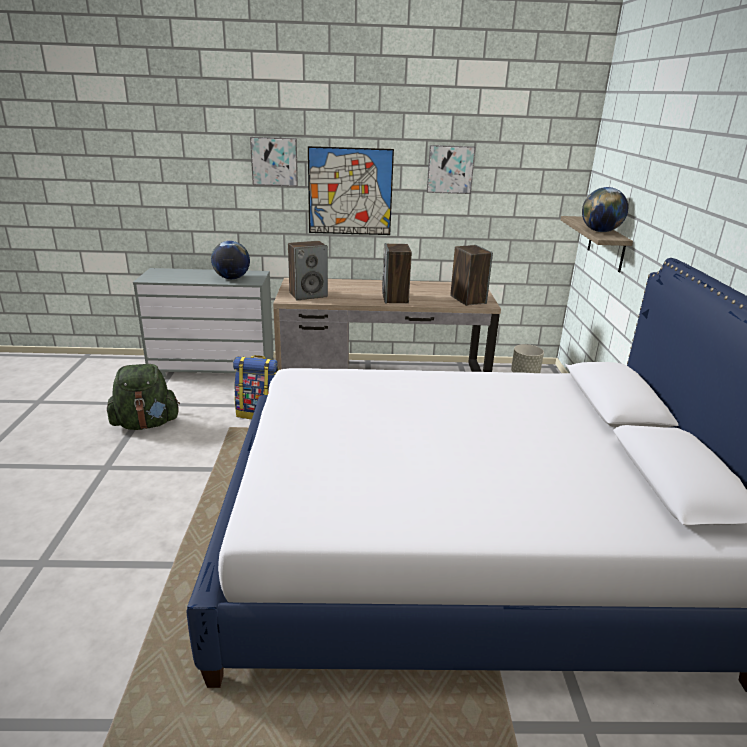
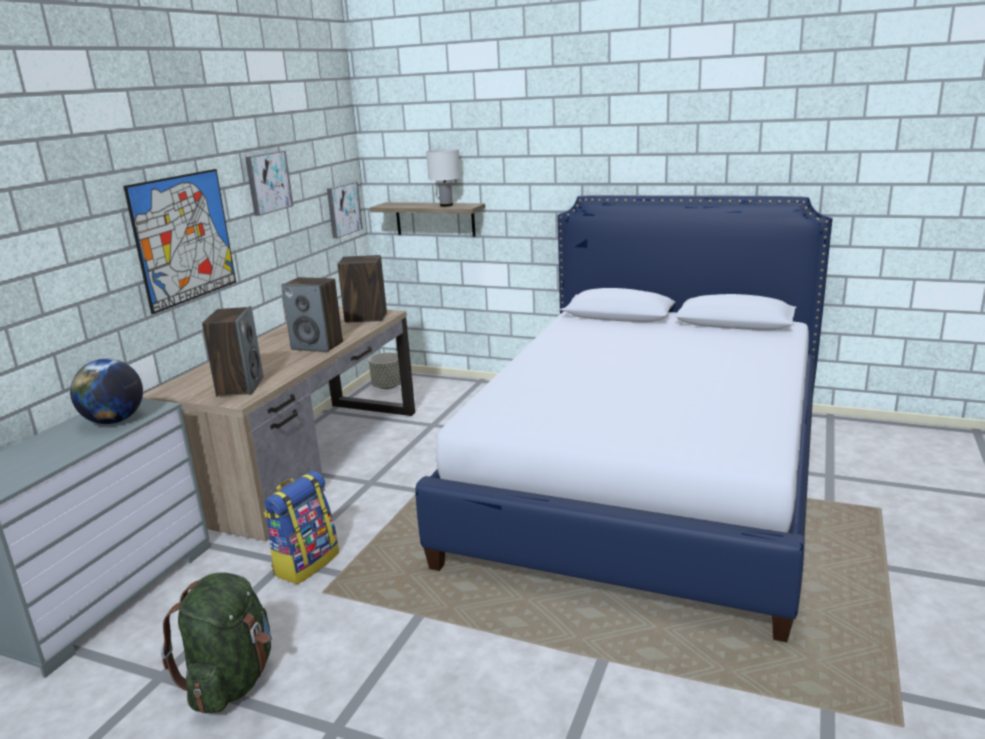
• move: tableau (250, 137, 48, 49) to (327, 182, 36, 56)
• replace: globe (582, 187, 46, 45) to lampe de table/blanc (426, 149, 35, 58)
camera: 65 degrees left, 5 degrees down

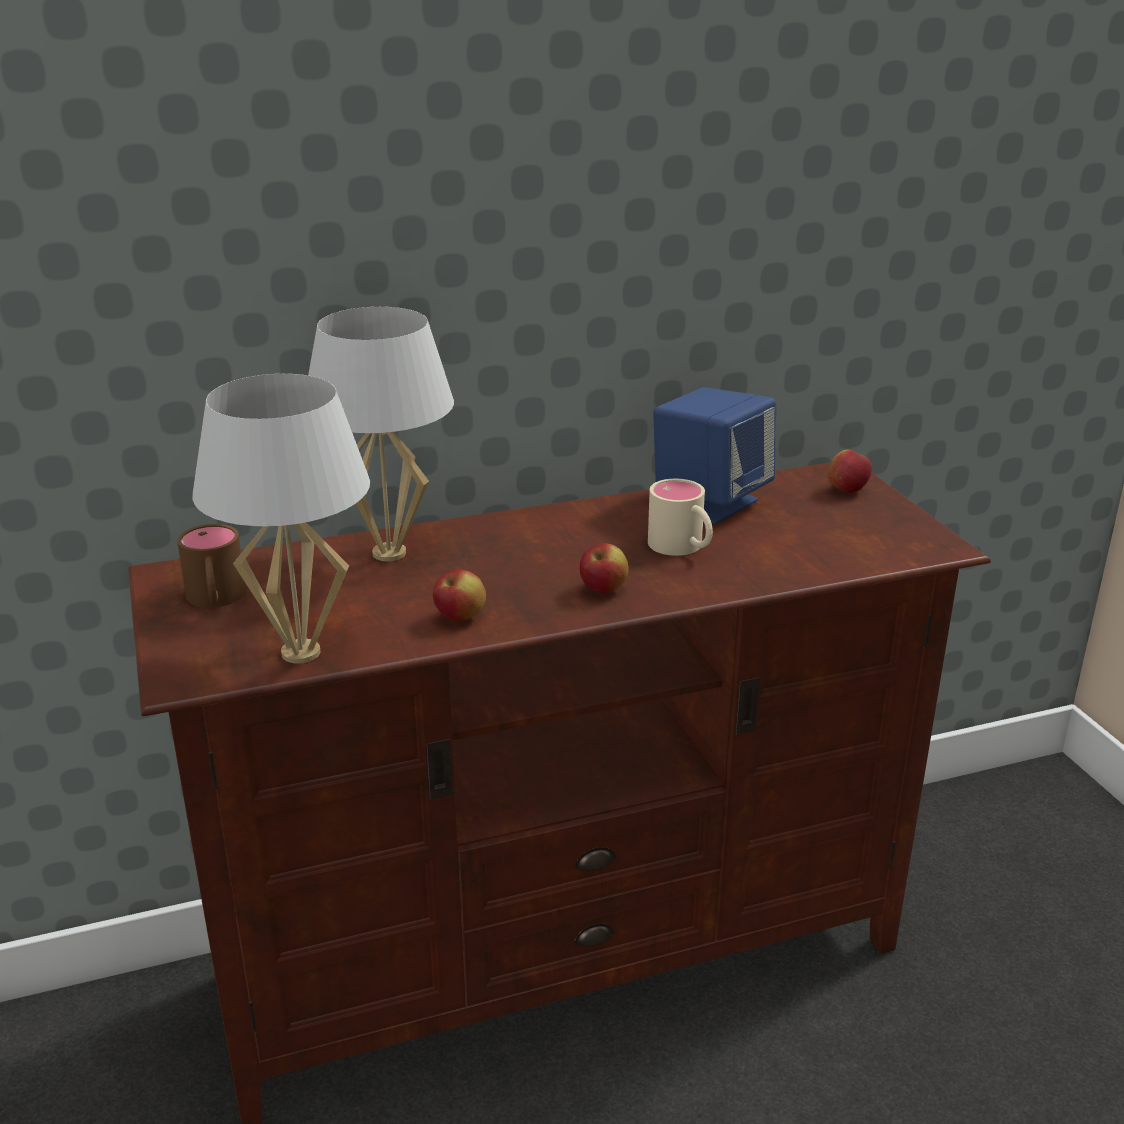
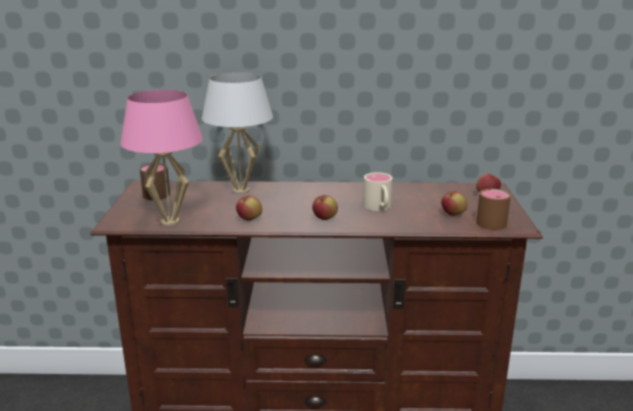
• recolor: lampe de table/blanc (192, 374, 178, 289) to lampe de table/rose (120, 90, 83, 136)
• insert: pomme (441, 191, 26, 25)
• insert: mug/marron (476, 189, 35, 41)
• delete: enceinte/bleu (653, 387, 123, 137)
camera: 20 degrees right, 5 degrees down

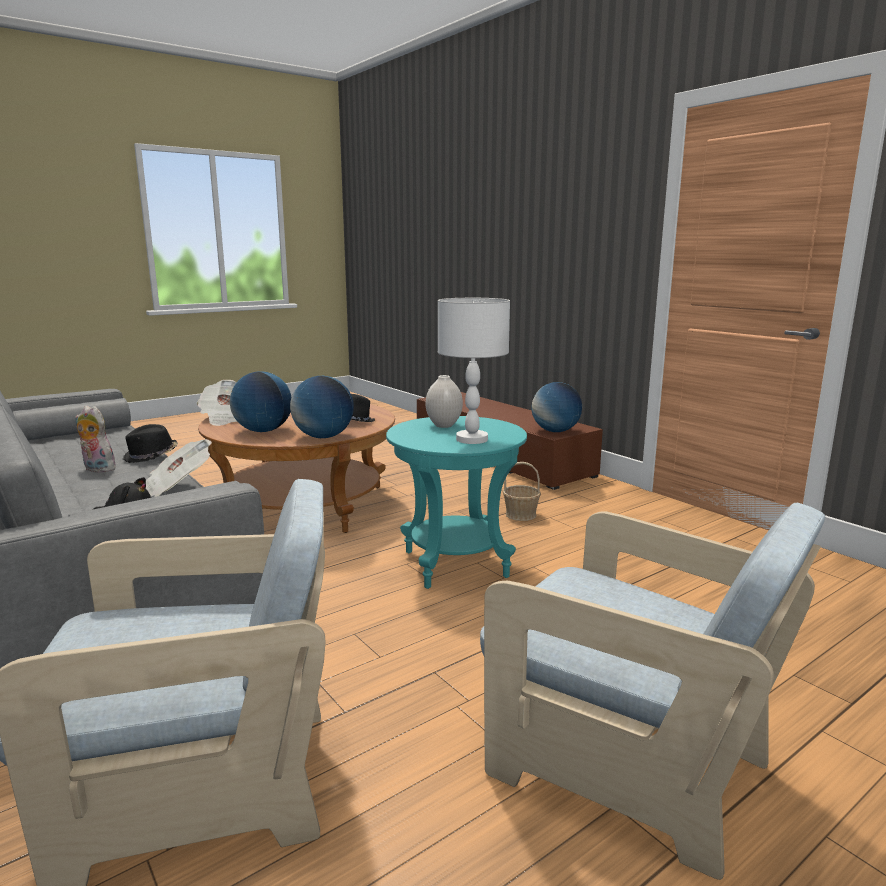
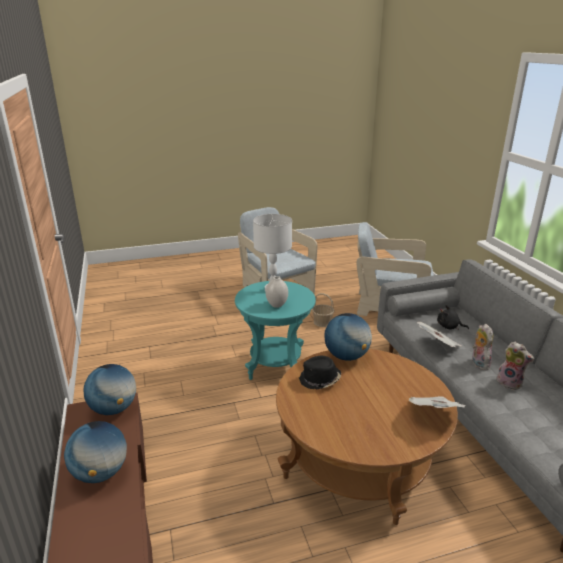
• move: globe (230, 371, 62, 61) to (64, 421, 63, 62)
• move: panier (503, 462, 38, 59) to (312, 293, 22, 34)
• insert: peluche (472, 324, 21, 46)
• delete: chapeau/noir (123, 424, 55, 39)
camera: 160 degrees left, 10 degrees up

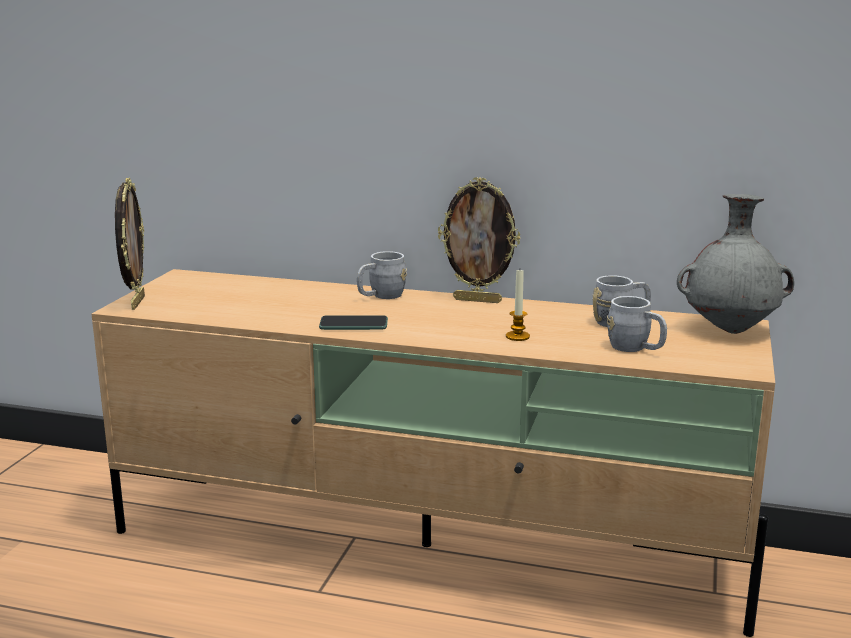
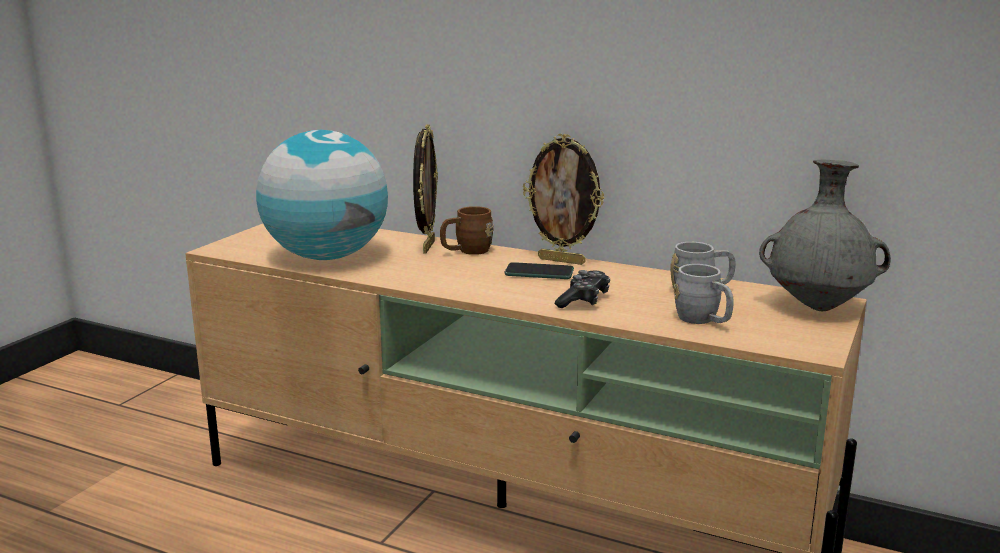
• insert: globe (256, 130, 132, 130)
• move: cadre photo (115, 178, 30, 132) to (413, 124, 25, 130)
• recolor: mug/gris (357, 251, 50, 48) to mug/marron (440, 206, 54, 49)
• move: téléphone (319, 315, 69, 15) to (504, 262, 70, 17)
• replace: bougie (506, 270, 24, 71) to manette (555, 270, 55, 38)
camera: 10 degrees right, 0 degrees up

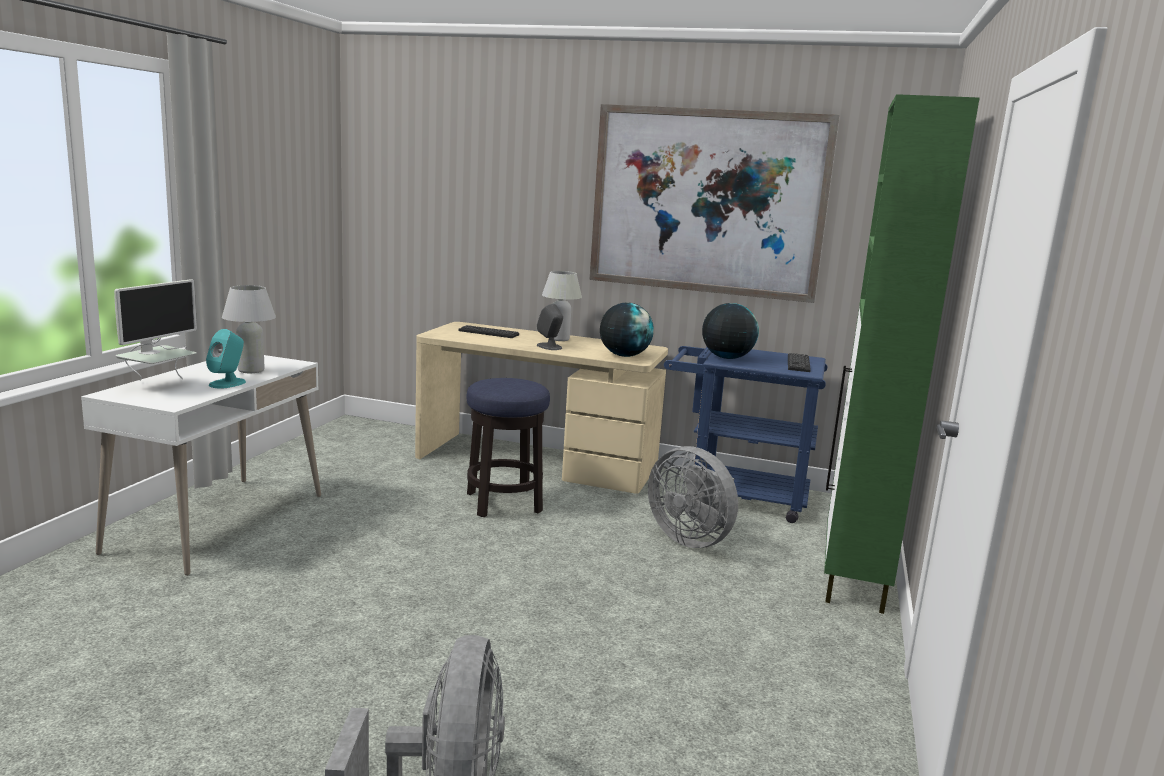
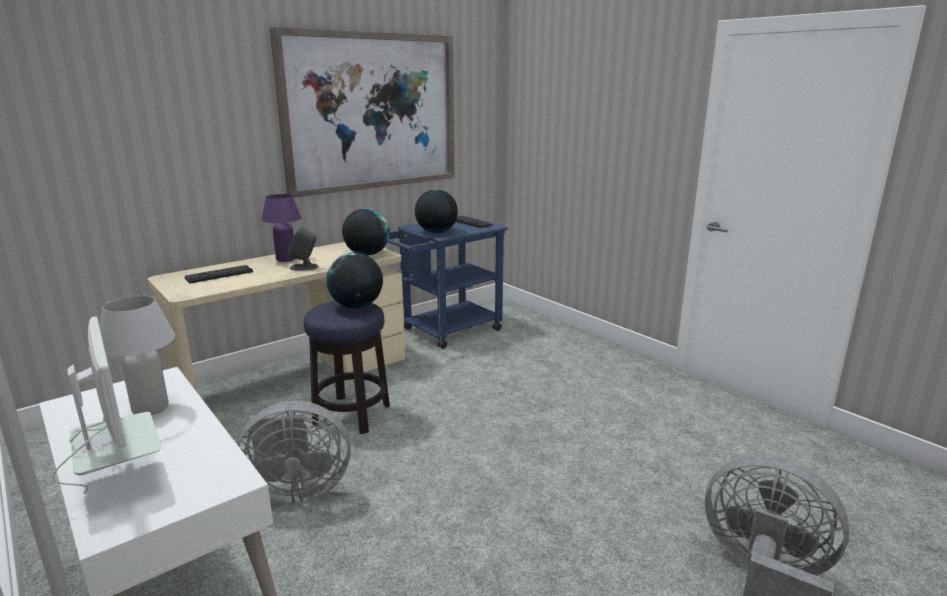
• move: ventilateur/gris (648, 446, 90, 102) to (236, 401, 115, 103)
• recolor: lampe de table/blanc (542, 271, 40, 70) to lampe de table/violet (261, 194, 41, 68)
• insert: globe (326, 253, 57, 55)
• delete: enceinte/turquoise (206, 329, 40, 60)
• delete: meuble de rangement/vert (824, 94, 156, 520)
camera: 55 degrees left, 5 degrees up

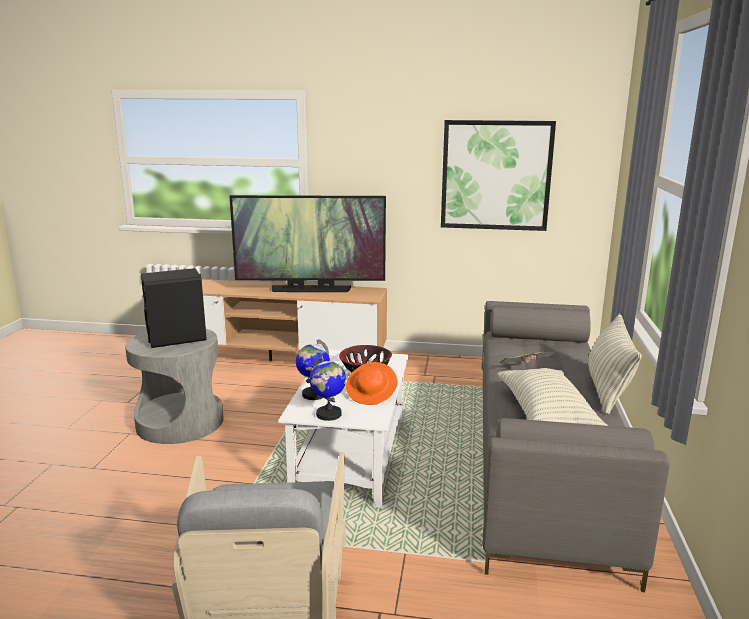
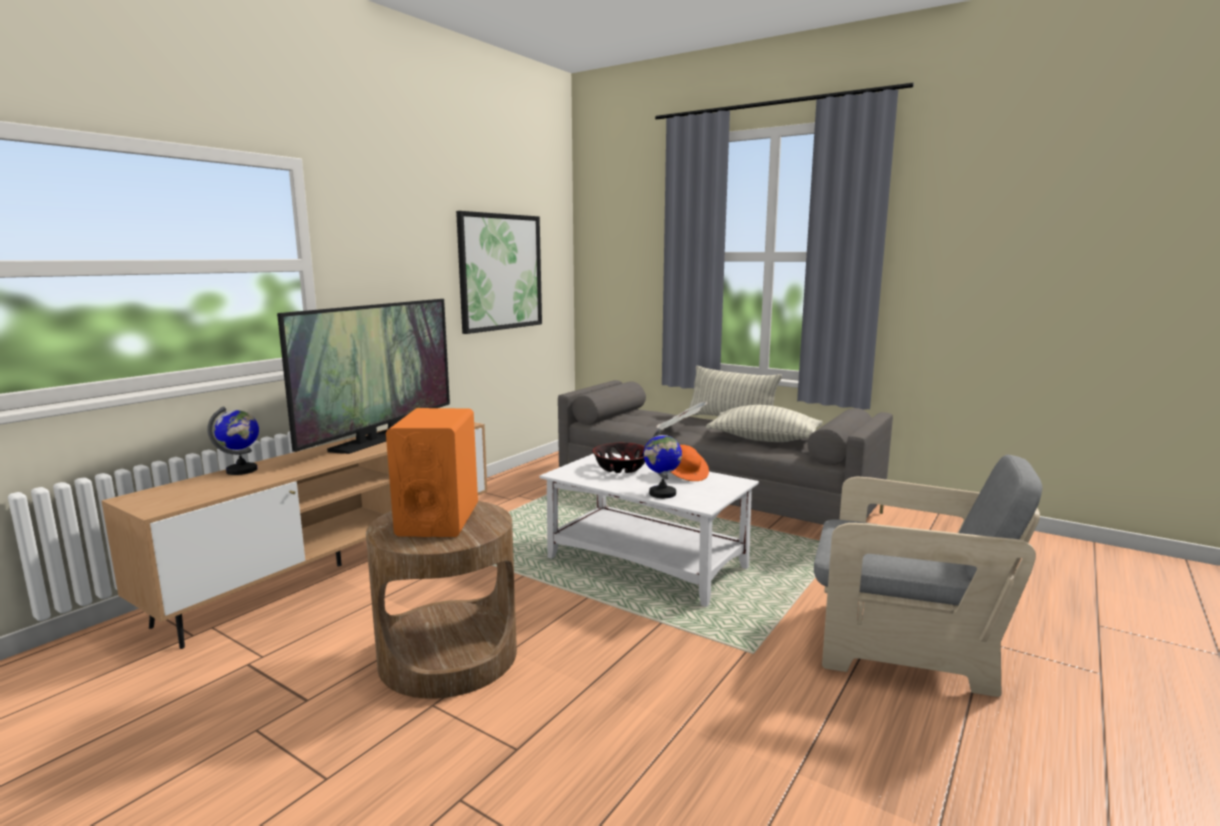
• move: globe (310, 356, 36, 65) to (207, 406, 52, 69)
• recolor: table d'appoint/gris (125, 329, 99, 115) to table d'appoint/marron (366, 501, 151, 198)
• recolor: enceinte/noir (141, 268, 66, 80) to enceinte/orange (386, 408, 92, 129)
camera: 65 degrees left, 5 degrees down

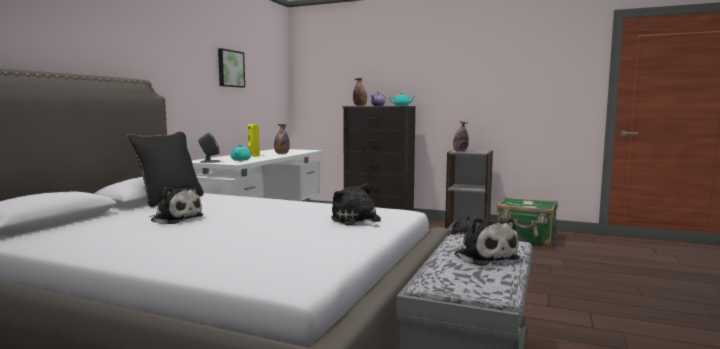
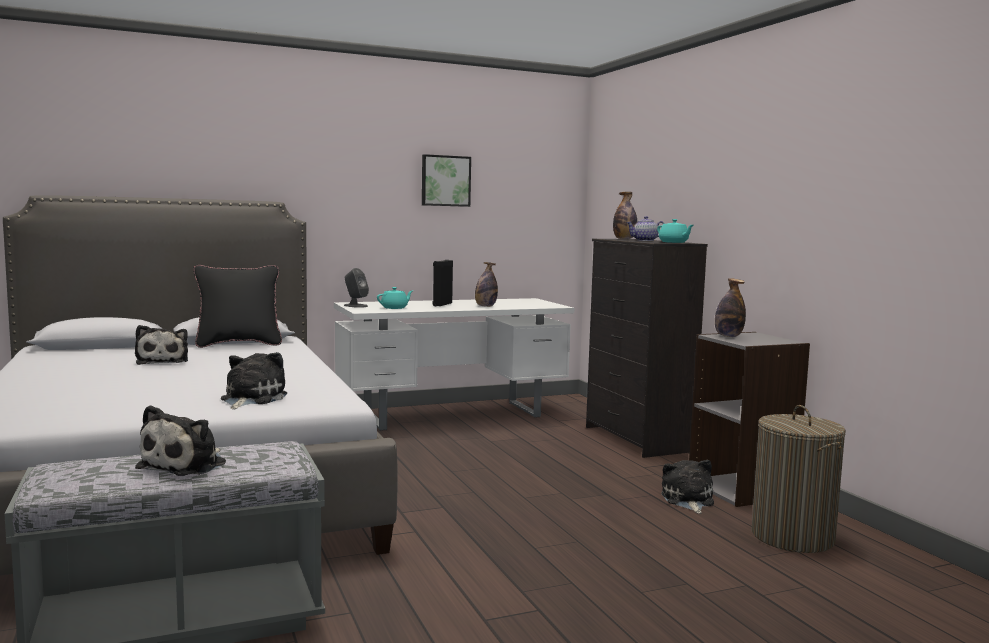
• recolor: enceinte/jaune (247, 124, 13, 33) to enceinte/noir (433, 260, 20, 46)
• replace: valise/vert (497, 197, 60, 50) to panier à linge (751, 405, 95, 148)
camera: 45 degrees right, 0 degrees up

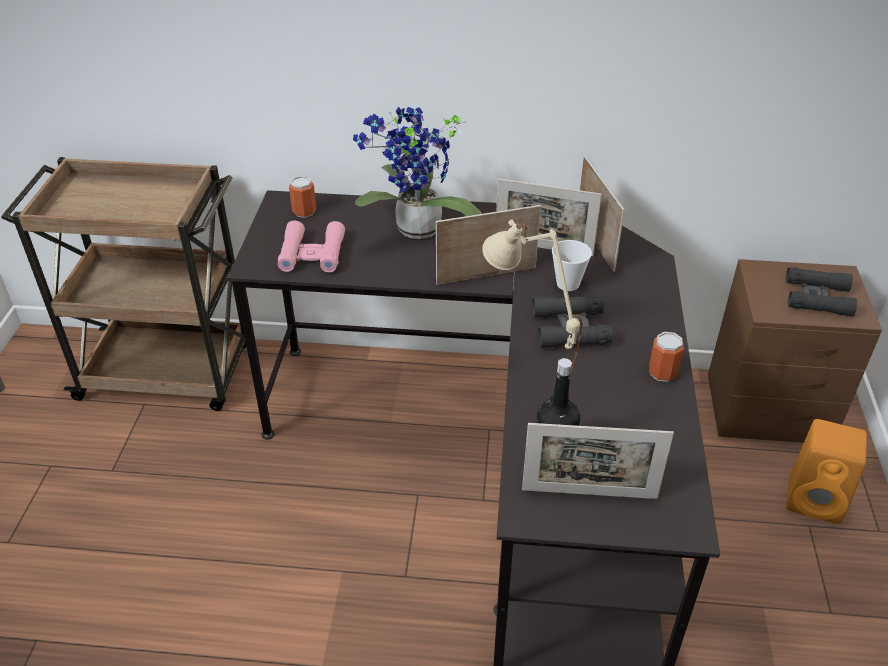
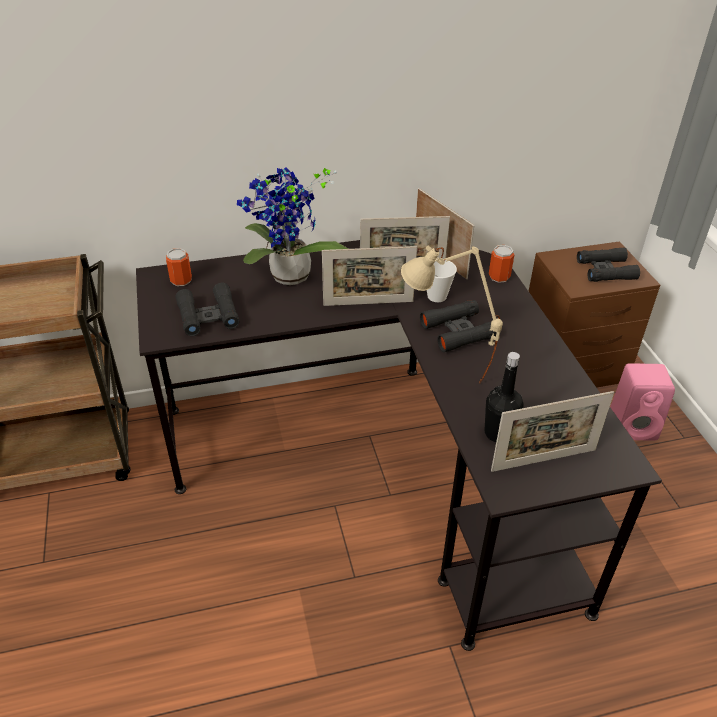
• recolor: jumelles/rose (278, 221, 67, 52) to jumelles/noir (175, 283, 64, 53)
• rotate: cadre photo (436, 205, 105, 80) = (322, 246, 95, 60) 150 degrees counterclockwise
• move: boîte métallique (649, 332, 35, 50) to (489, 245, 26, 38)
• recolor: enceinte/orange (786, 419, 81, 105) to enceinte/rose (610, 363, 65, 78)
camera: 20 degrees left, 0 degrees up

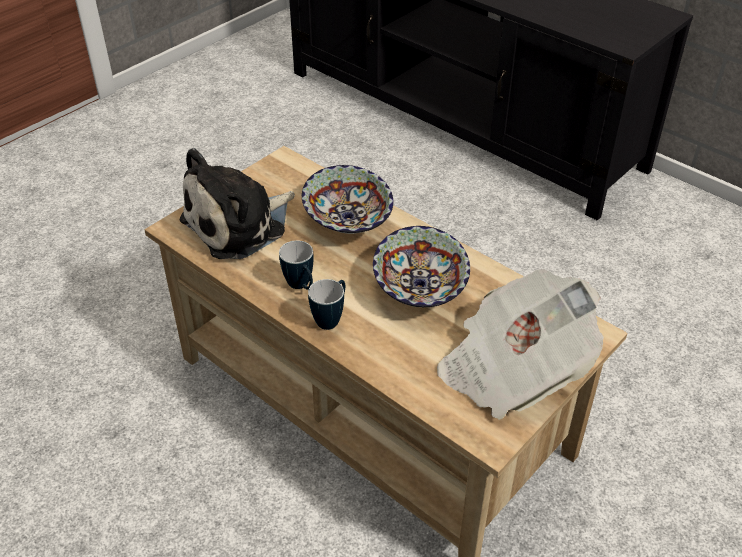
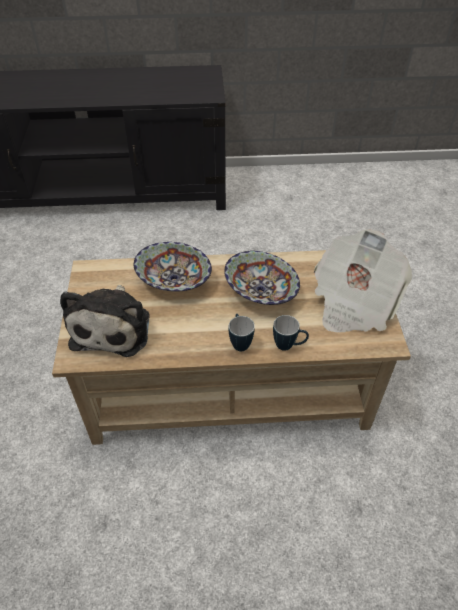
• move: mug (279, 240, 35, 50) to (273, 315, 36, 36)
camera: 45 degrees left, 5 degrees up

